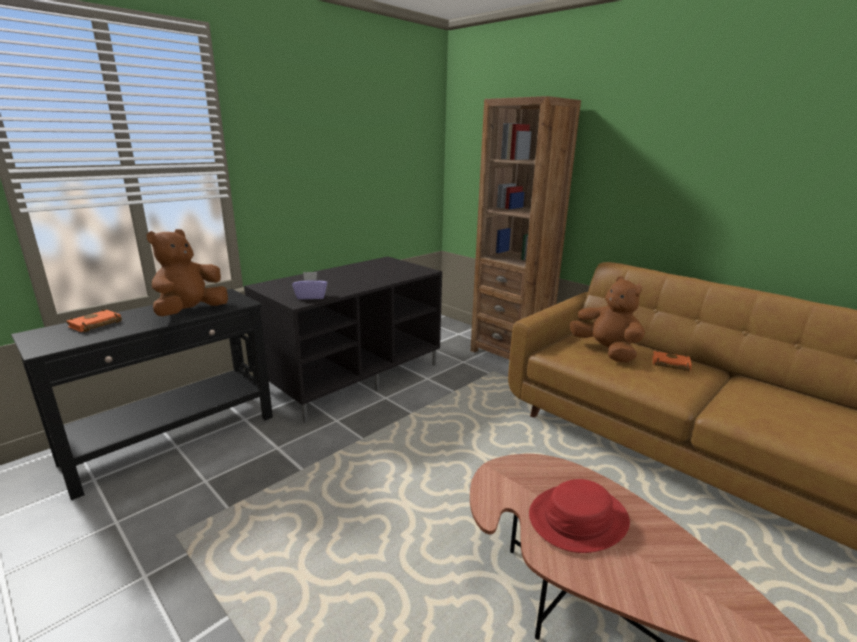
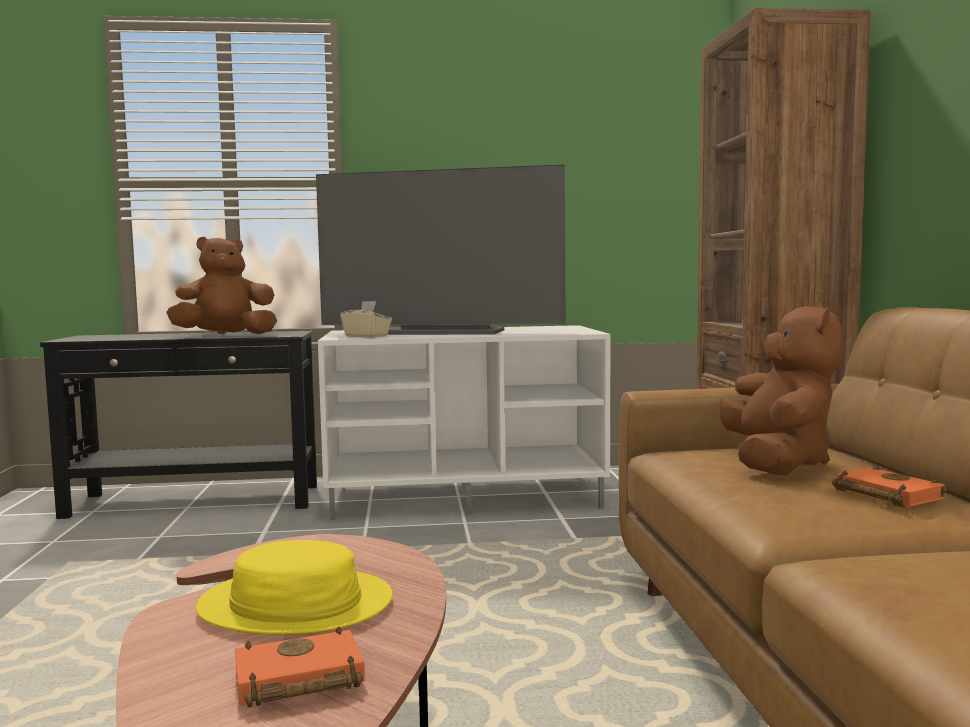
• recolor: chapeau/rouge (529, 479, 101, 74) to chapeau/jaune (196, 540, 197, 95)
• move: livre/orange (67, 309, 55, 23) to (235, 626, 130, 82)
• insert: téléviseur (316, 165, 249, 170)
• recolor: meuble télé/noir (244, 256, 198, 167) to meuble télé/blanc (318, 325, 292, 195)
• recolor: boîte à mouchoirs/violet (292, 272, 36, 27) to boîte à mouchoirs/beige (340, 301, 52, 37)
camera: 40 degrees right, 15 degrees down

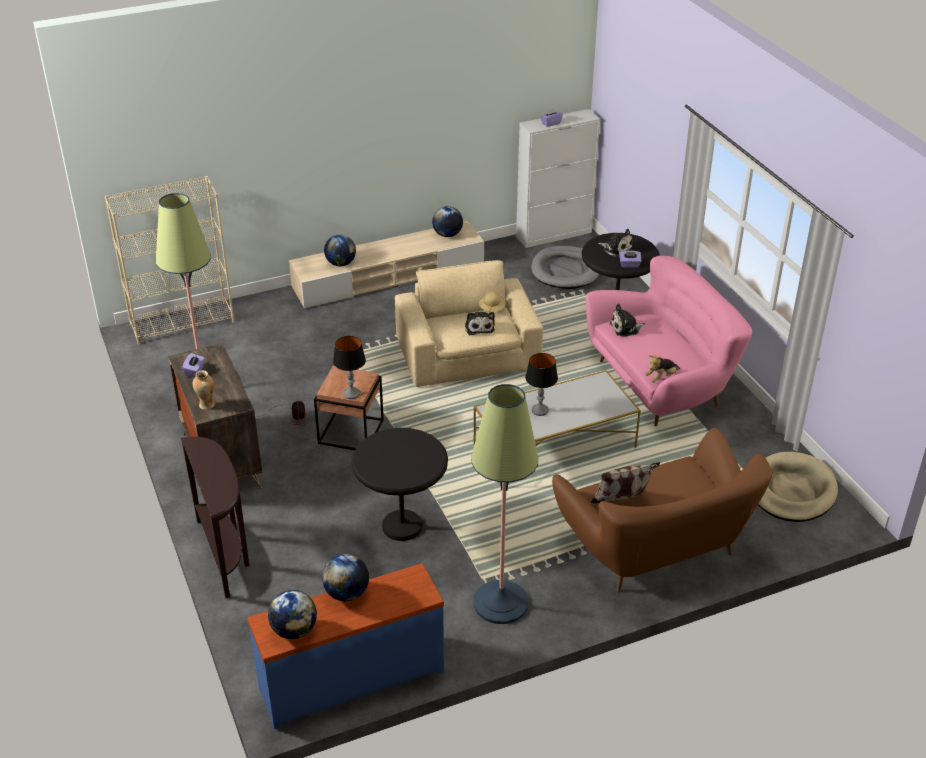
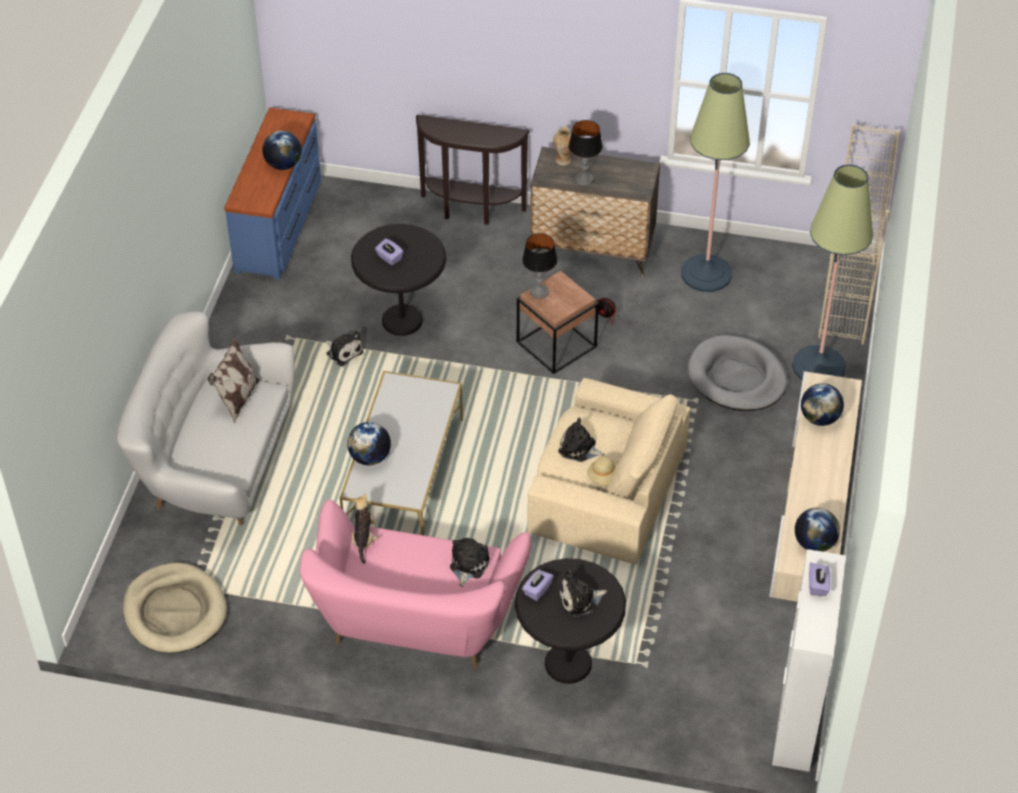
• recolor: canapé/marron (552, 428, 220, 164) to canapé/blanc (116, 311, 179, 214)
• insert: peluche (325, 331, 38, 36)
• move: globe (268, 590, 49, 49) to (347, 422, 44, 43)
• move: boîte à mouchoirs/violet (182, 353, 23, 24) to (375, 238, 28, 27)
• move: lampe de table (525, 353, 33, 63) to (568, 120, 35, 66)
• move: panier pour chien/gris (531, 246, 68, 43) to (688, 335, 99, 76)
• move: lampadaire (471, 384, 67, 240) to (792, 164, 81, 216)
camera: 125 degrees right, 10 degrees up

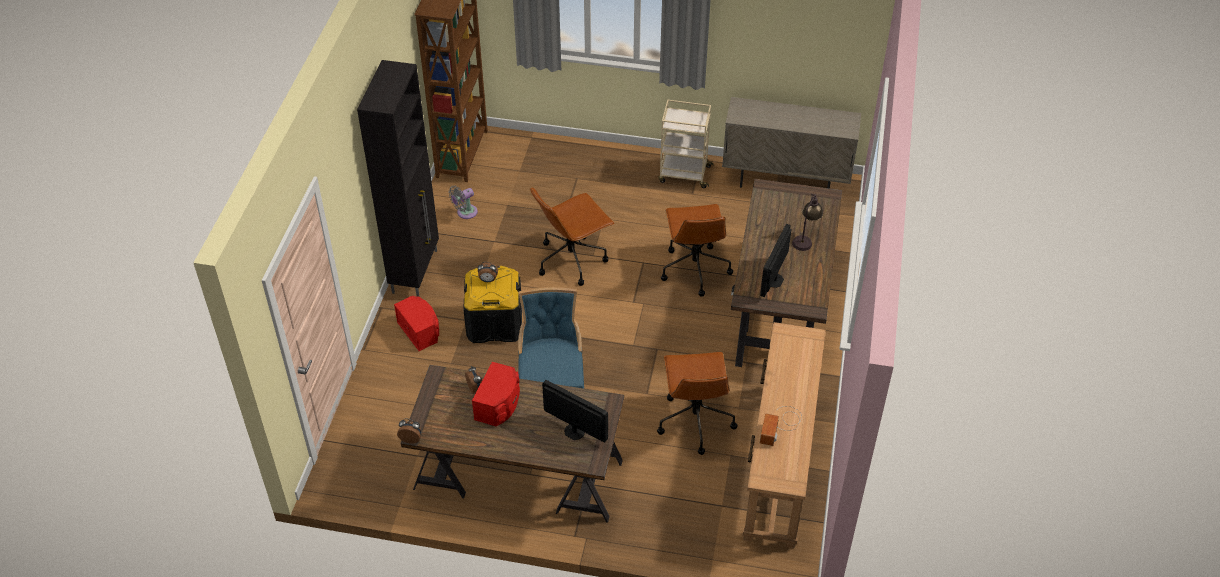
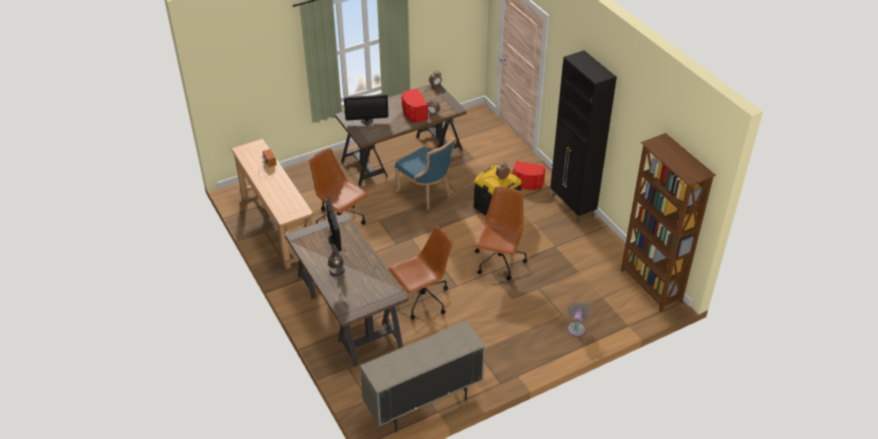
• rotate: chaise de bureau/marron (661, 204, 72, 93) = (388, 225, 65, 95) 105 degrees clockwise
• move: ventilateur/gris (449, 185, 29, 34) to (568, 301, 23, 35)
• delete: chariot/beige (658, 100, 56, 88)
camera: 140 degrees right, 5 degrees down

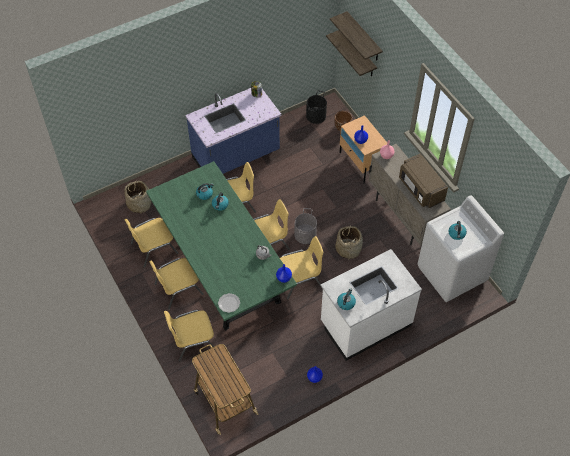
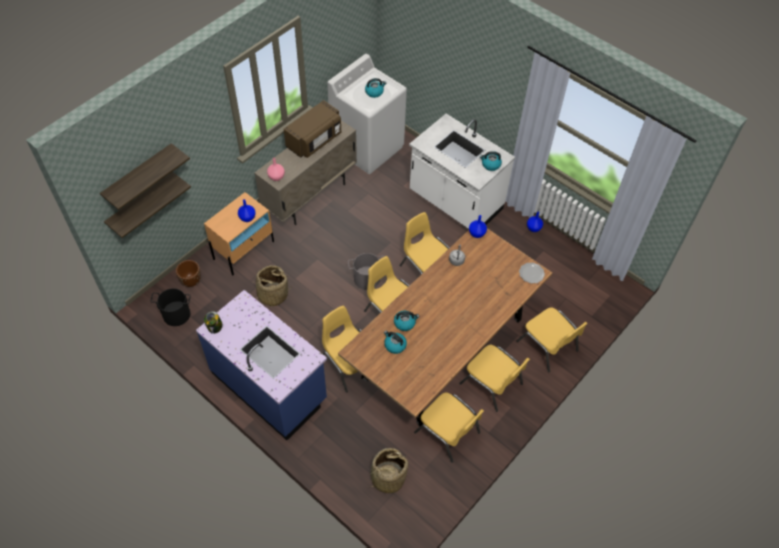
• move: panier (335, 226, 28, 33) to (250, 265, 39, 42)
• recolor: table à manger/vert (146, 161, 151, 170) to table à manger/marron (338, 228, 214, 199)
• delete: chariot (192, 344, 66, 91)
camera: 110 degrees left, 0 degrees up

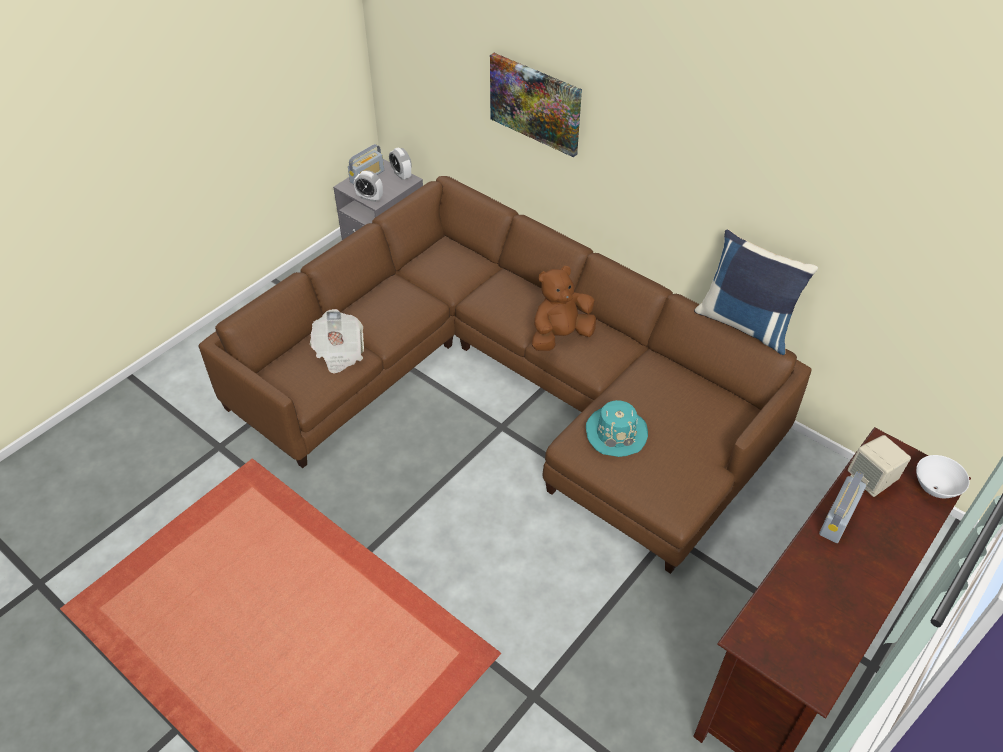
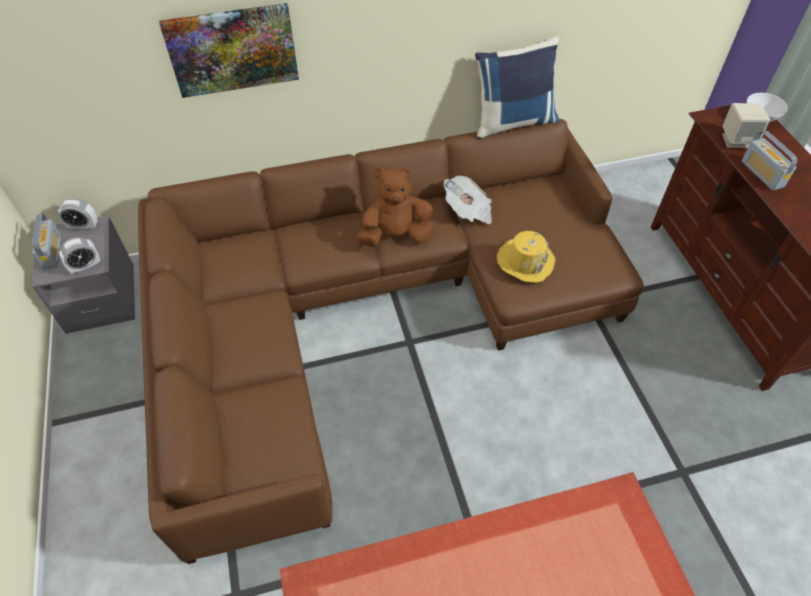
• rotate: peluche/marron (532, 266, 64, 85) = (356, 167, 78, 80) 75 degrees clockwise
• move: journal (310, 309, 54, 65) to (443, 176, 49, 48)
• recolor: chapeau/turquoise (586, 400, 62, 57) to chapeau/jaune (497, 231, 58, 52)
camera: 55 degrees left, 5 degrees up

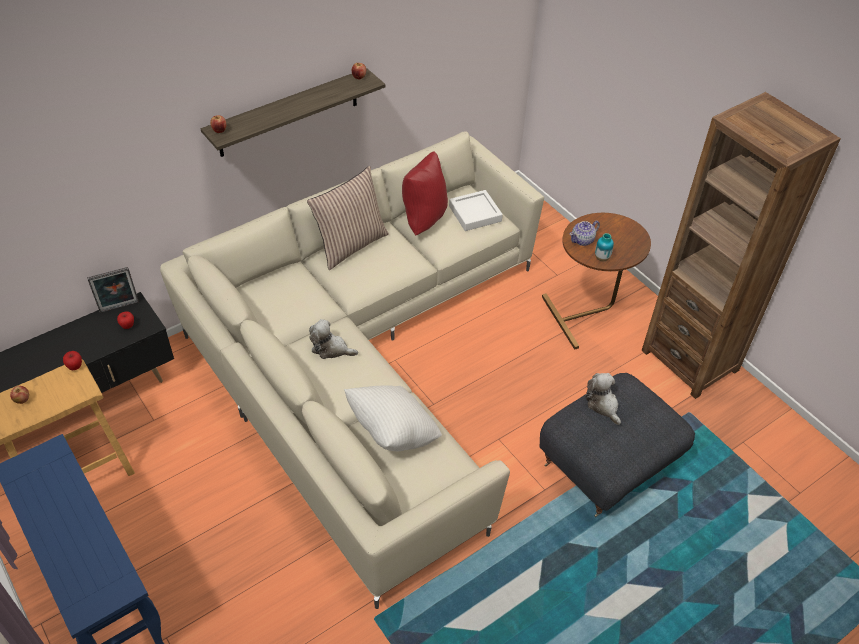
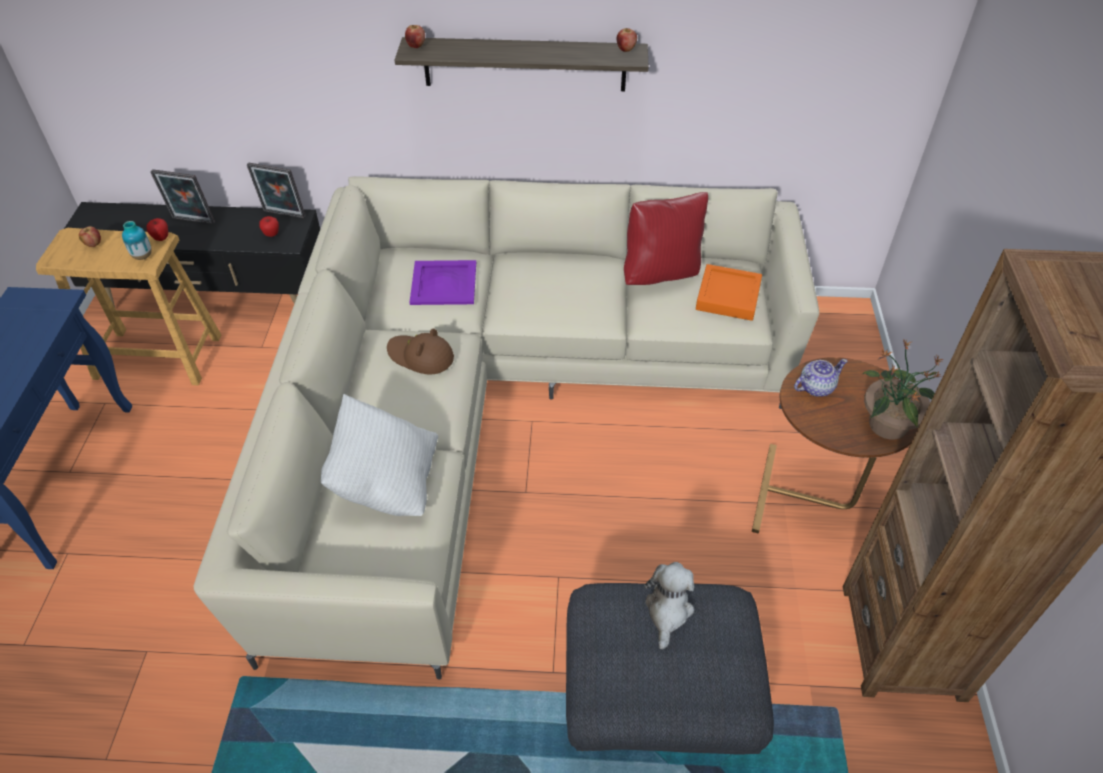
• move: vase (595, 233, 19, 28) to (122, 221, 30, 39)
• insert: cadre photo (150, 169, 65, 55)
• replace: peluche (309, 319, 49, 40) to chapeau/marron (387, 329, 67, 46)
• insert: plateau/violet (409, 260, 67, 45)
• recolor: plateau/blanc (449, 190, 54, 41) to plateau/orange (696, 264, 66, 57)
• rotate: théière (569, 221, 31, 25) = (794, 359, 54, 38) 150 degrees clockwise
• insert: plante en pot (863, 338, 80, 102)
• delete: coussin (307, 166, 82, 104)
camera: 40 degrees right, 0 degrees up

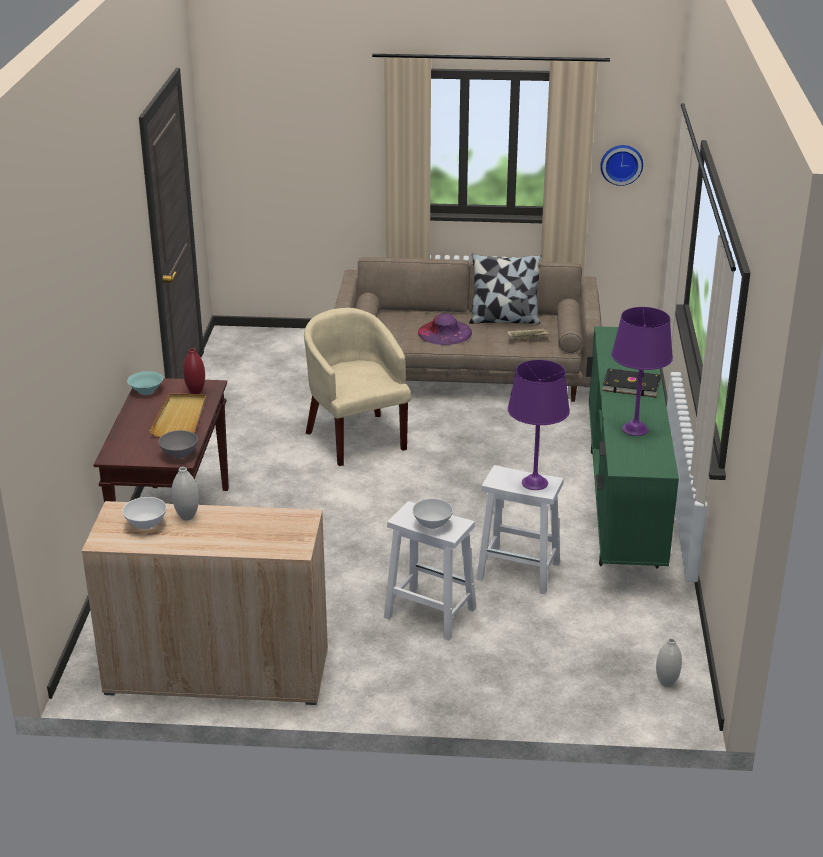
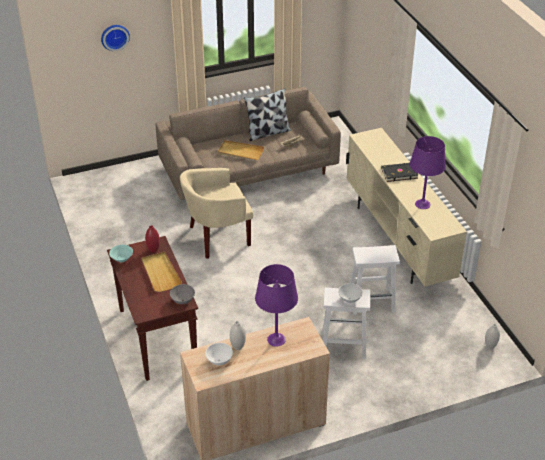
• move: horloge murale (600, 145, 43, 41) to (101, 25, 29, 26)
• rotate: fauteuil/beige (304, 308, 107, 158) = (180, 168, 74, 91) 60 degrees counterclockwise
• replace: chapeau/violet (418, 313, 54, 32) to plateau/beige (218, 140, 46, 21)
• move: lampe de table/violet (508, 360, 62, 130) to (255, 264, 43, 83)
• recolor: meuble télé/vert (586, 326, 93, 243) to meuble télé/beige (346, 128, 121, 159)
camera: 25 degrees left, 10 degrees up

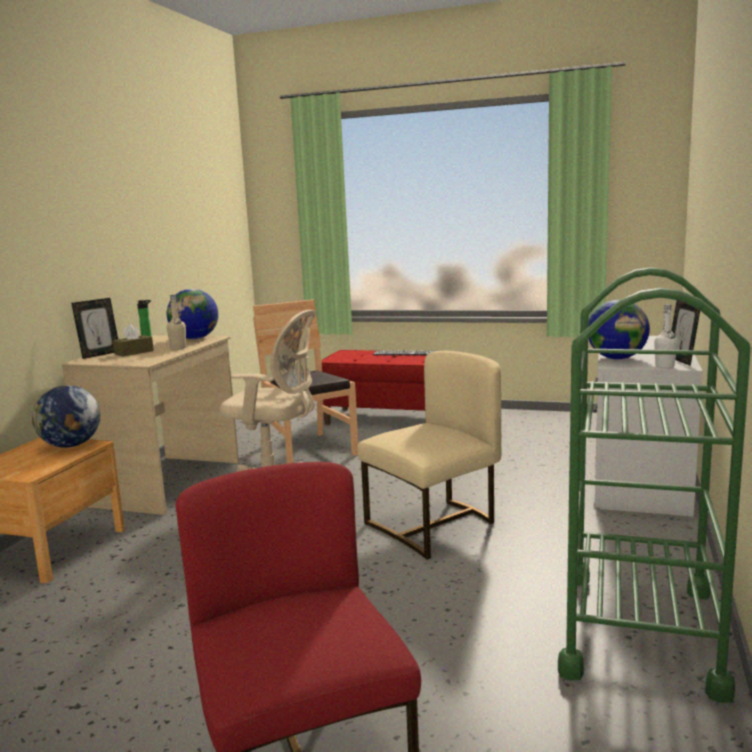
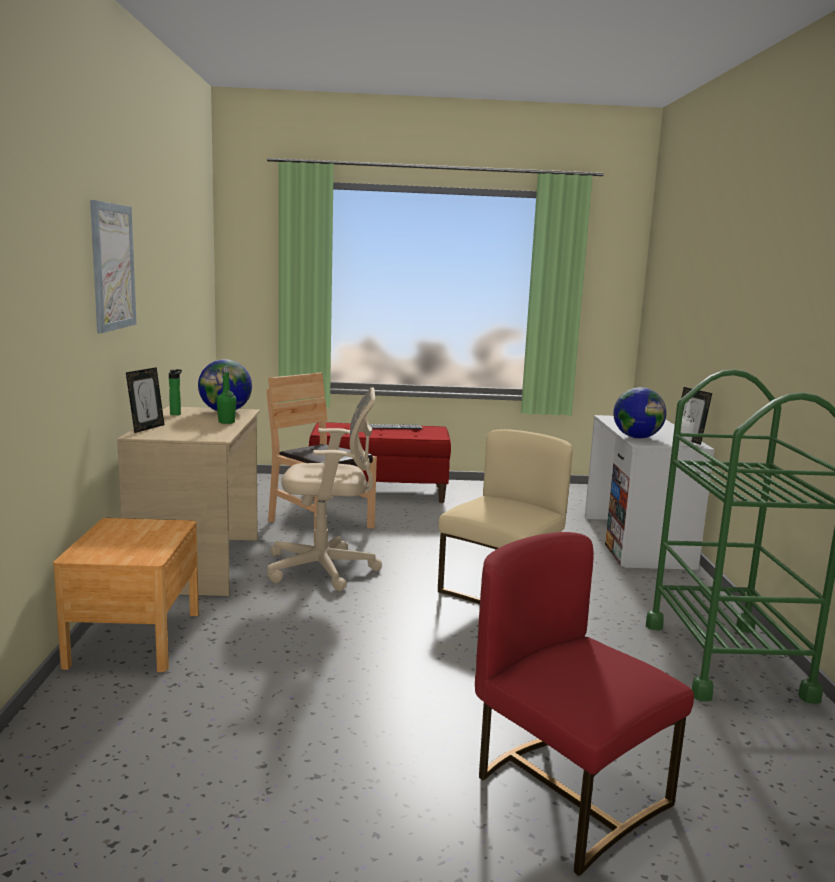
• insert: tableau (90, 200, 46, 133)
• recolor: bouteille/beige (167, 295, 19, 55) to bouteille/vert (216, 367, 20, 57)
• delete: globe (32, 385, 68, 63)
• delete: boîte à mouchoirs/marron (113, 324, 41, 33)
camera: 20 degrees left, 0 degrees up

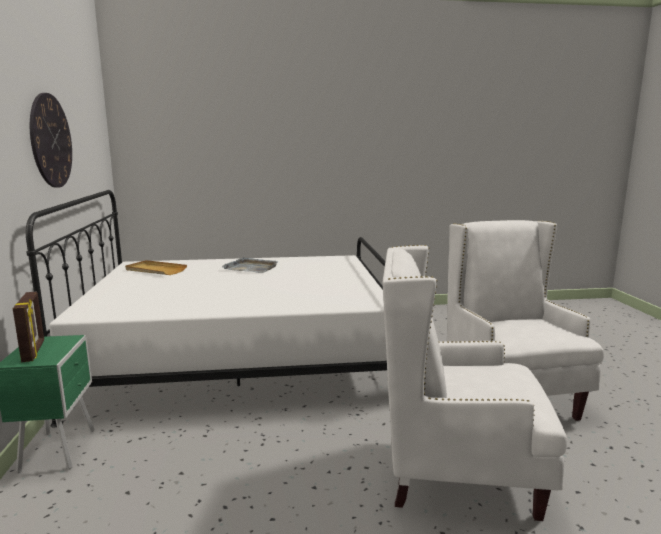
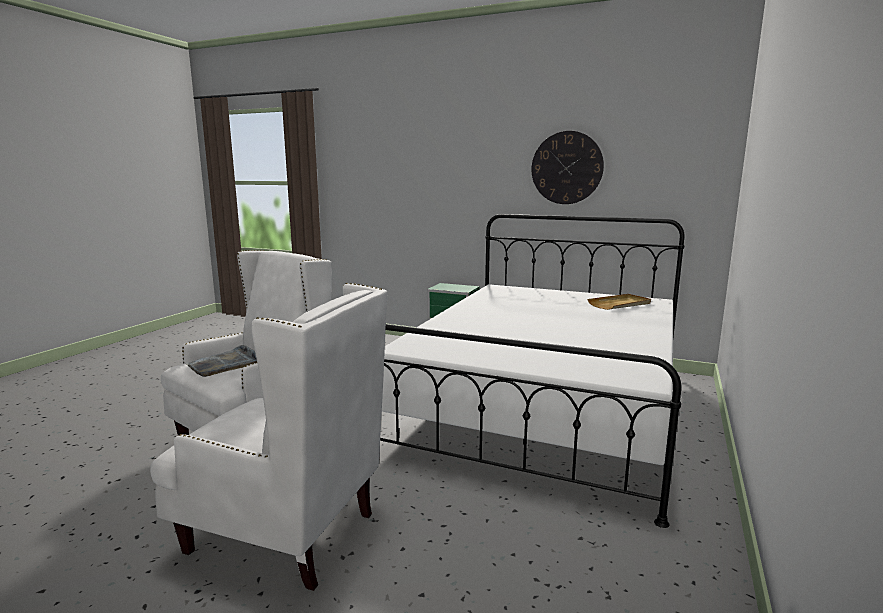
• move: plateau/gris (222, 257, 55, 16) to (185, 345, 72, 32)
• delete: cadre photo (13, 292, 31, 70)
camera: 120 degrees right, 0 degrees up

